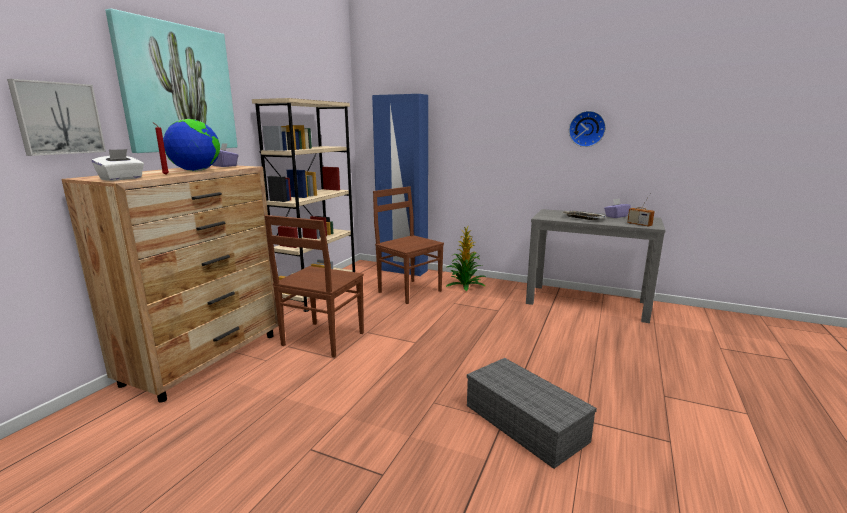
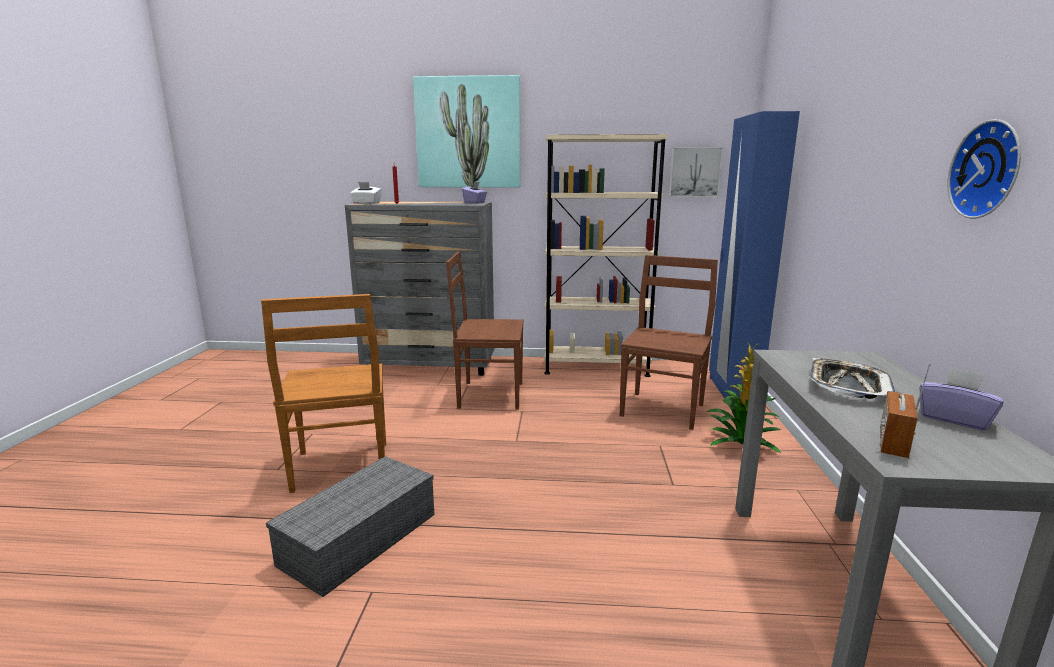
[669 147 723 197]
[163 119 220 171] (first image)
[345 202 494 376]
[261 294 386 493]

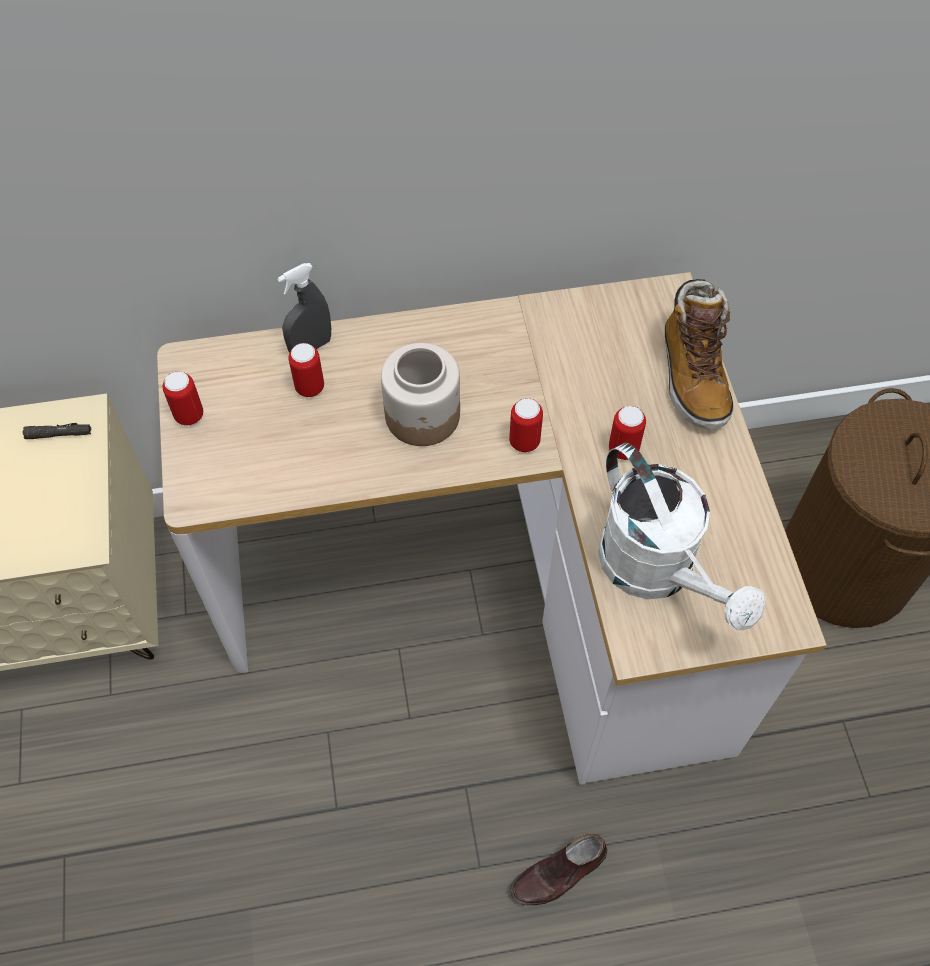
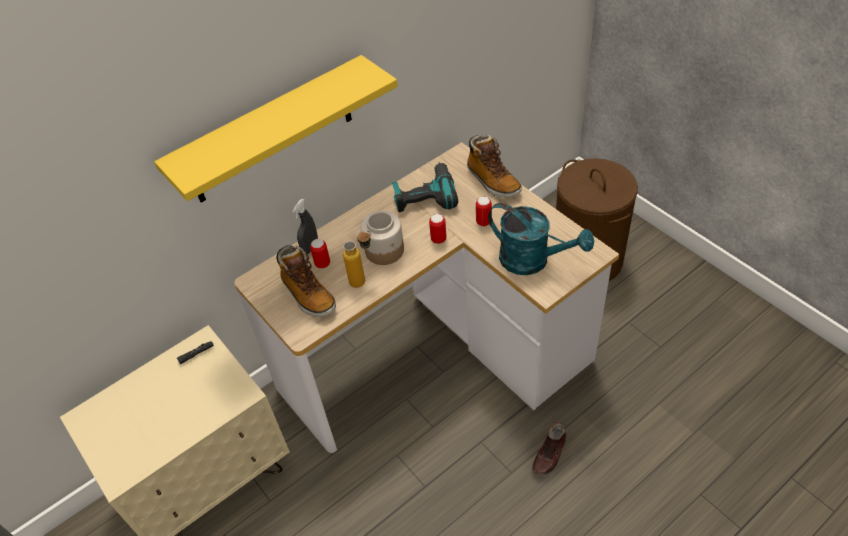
[163 371 203 426] (first image)
[488 203 594 275]
[154 55 398 203]
[392 162 458 212]
[343 231 371 288]
[276 245 336 317]

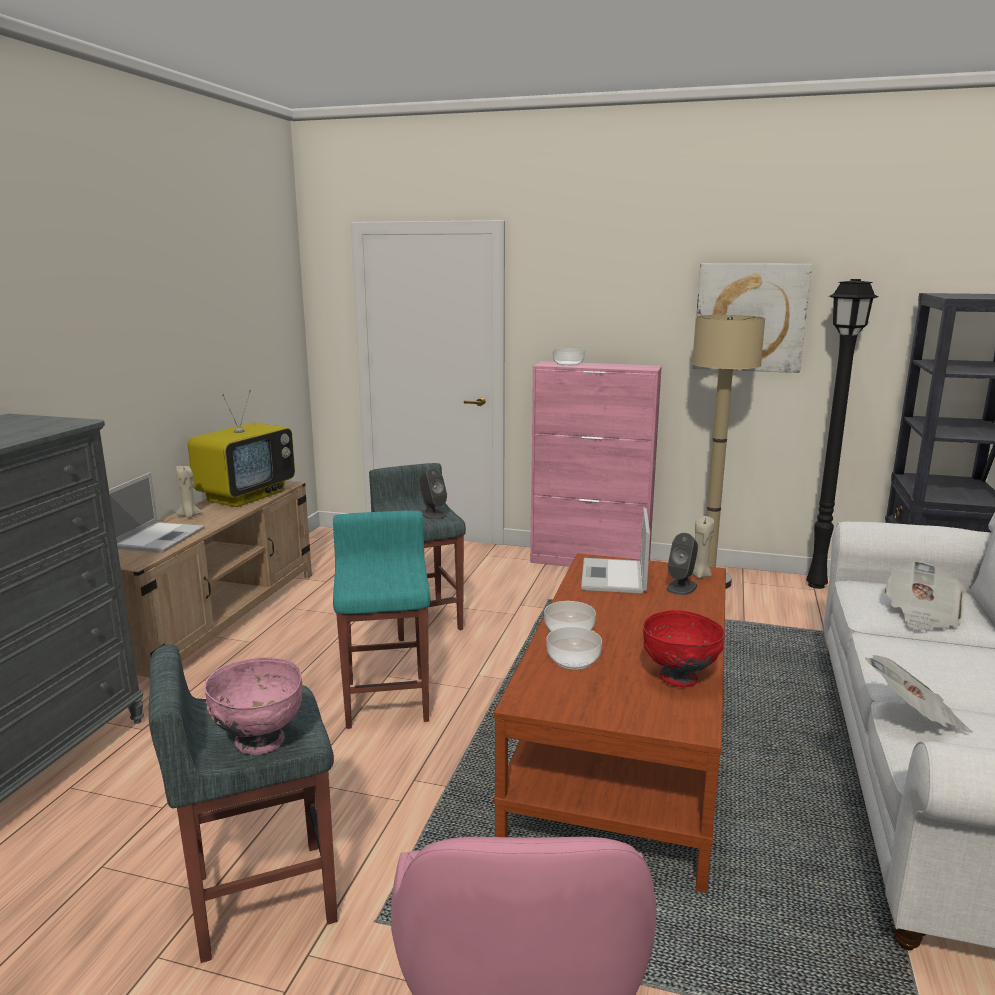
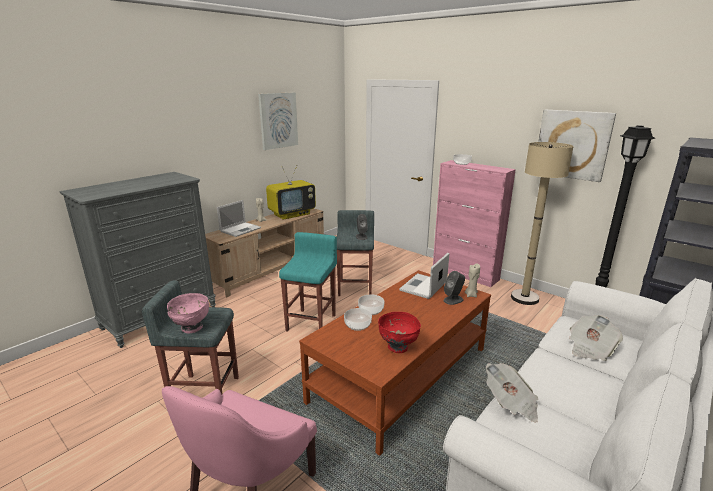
[258 92 298 150]

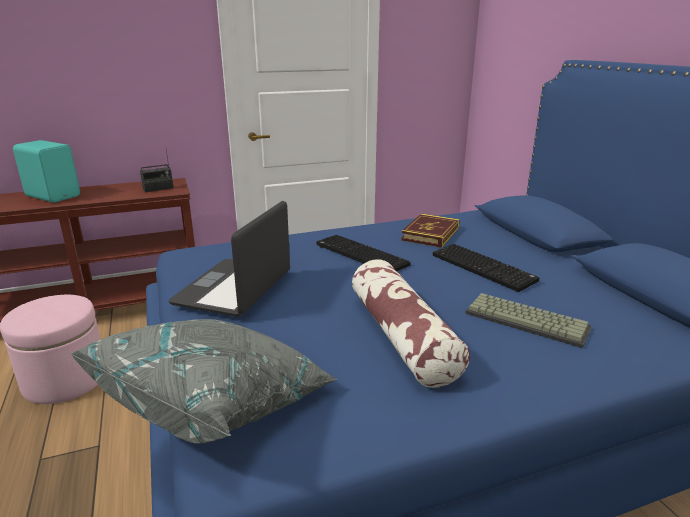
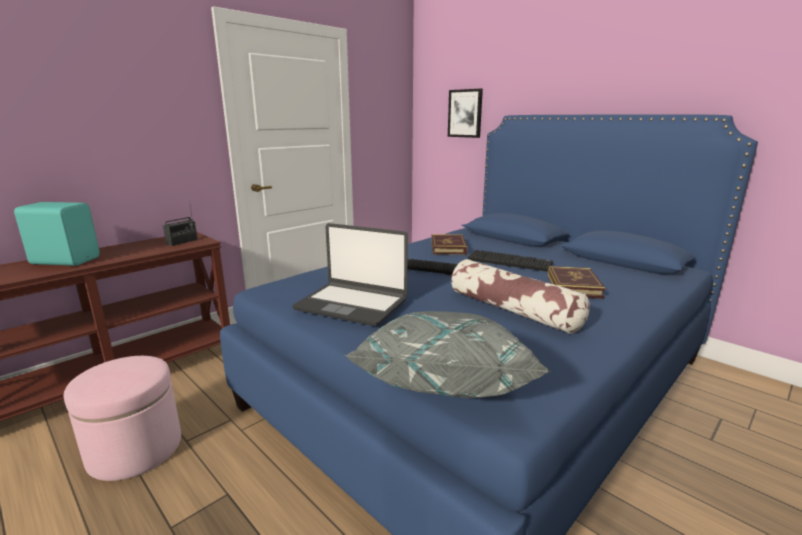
[292 223 408 326]
[548 266 606 299]
[448 89 483 138]

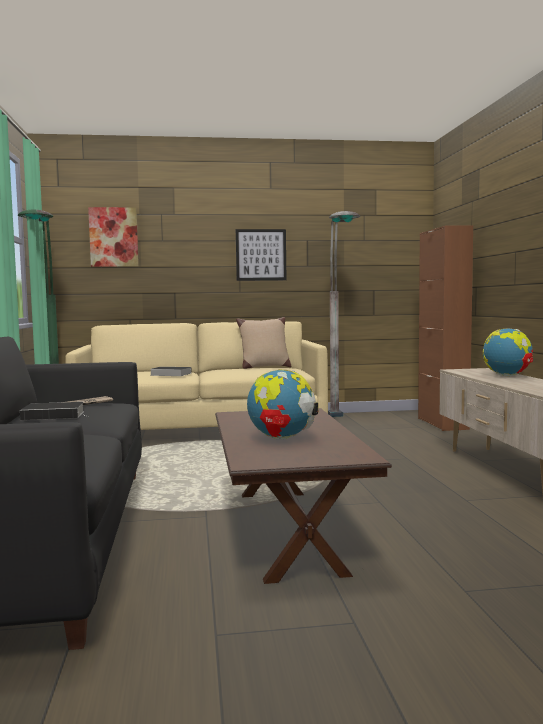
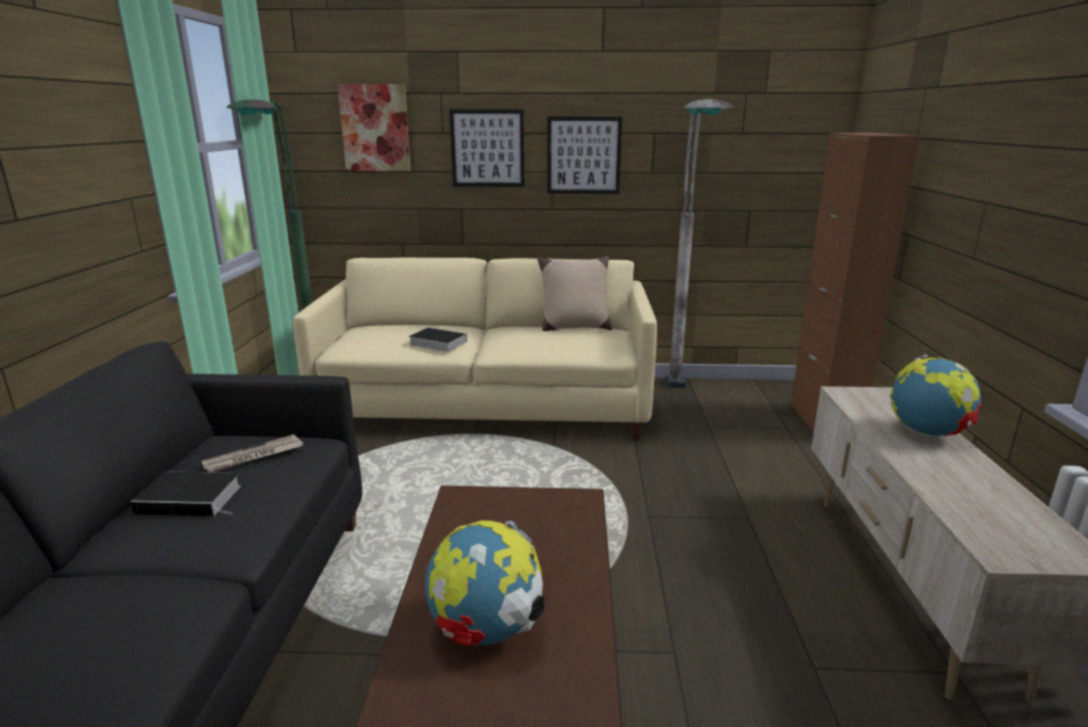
[449 110 525 187]

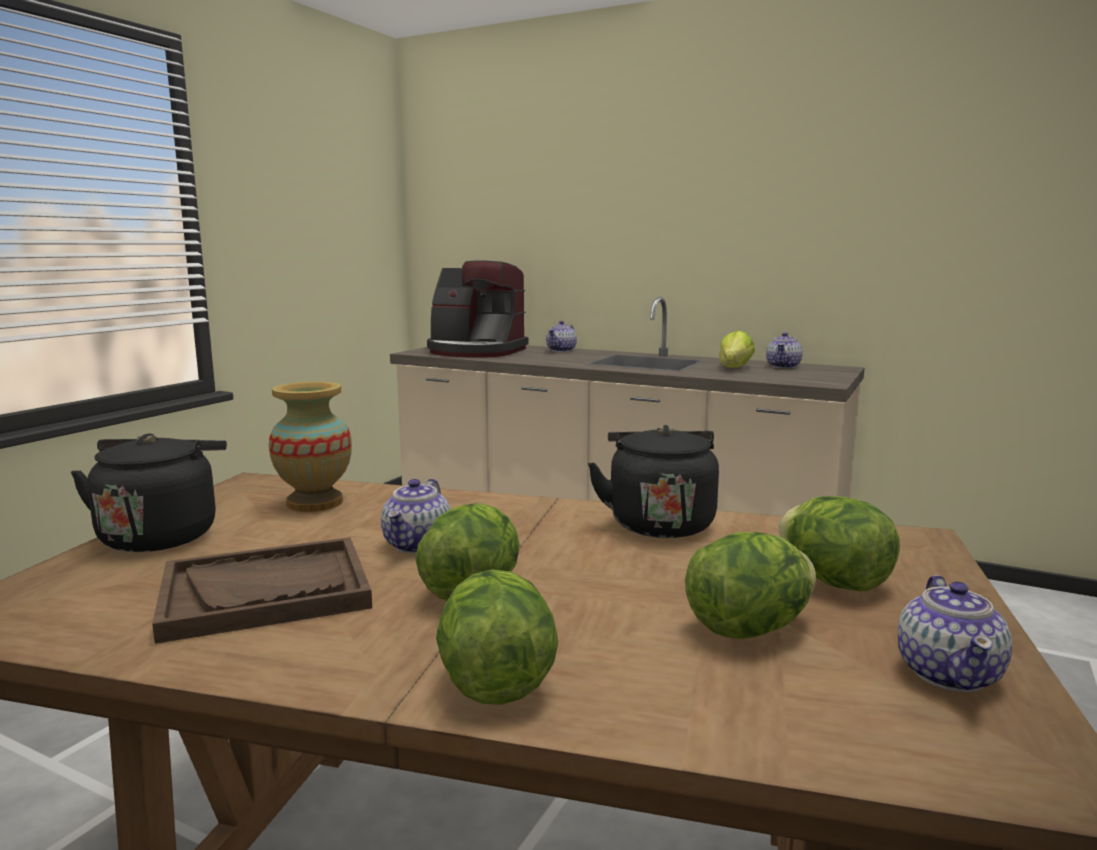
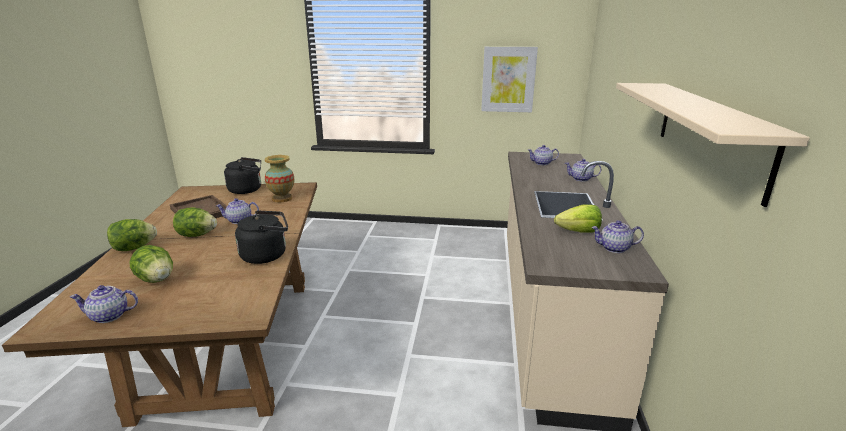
[528 145 559 165]
[779 496 900 591] (first image)
[481 46 538 112]
[616 83 810 207]

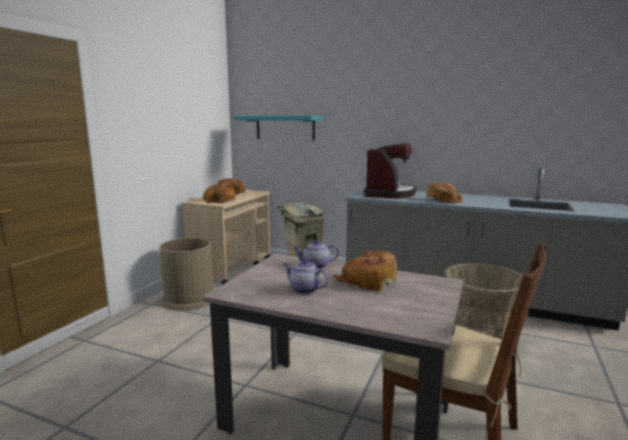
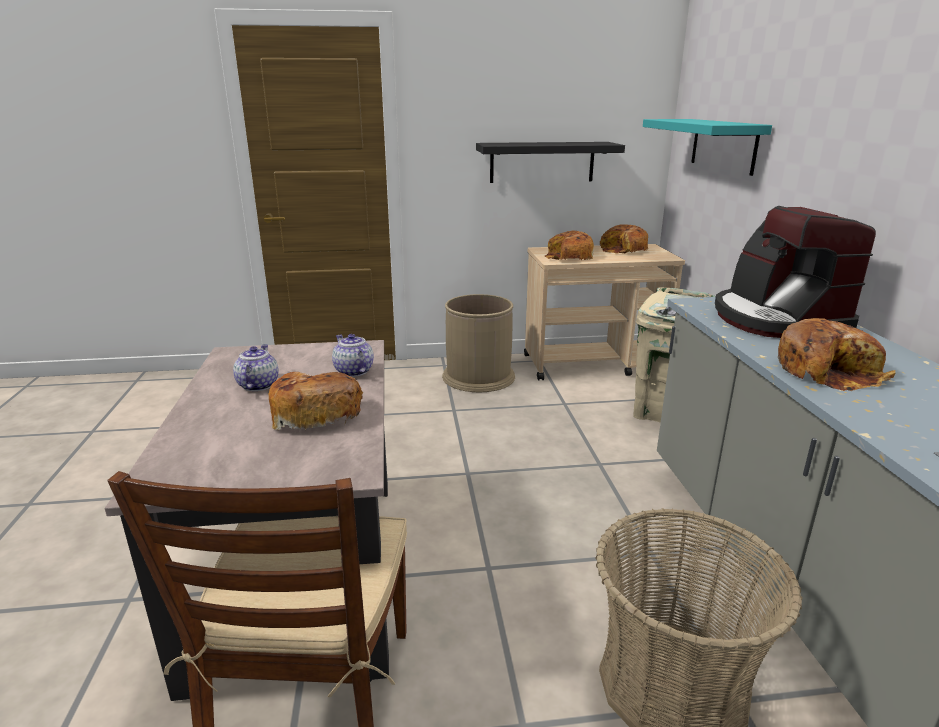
[715 206 876 338]
[476 142 625 183]

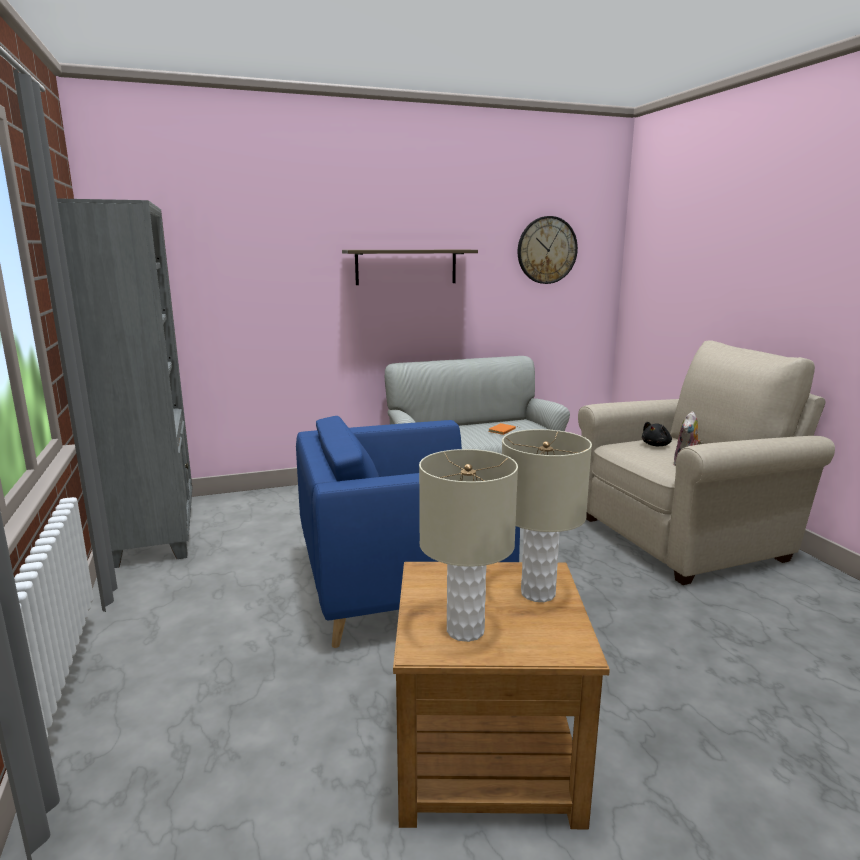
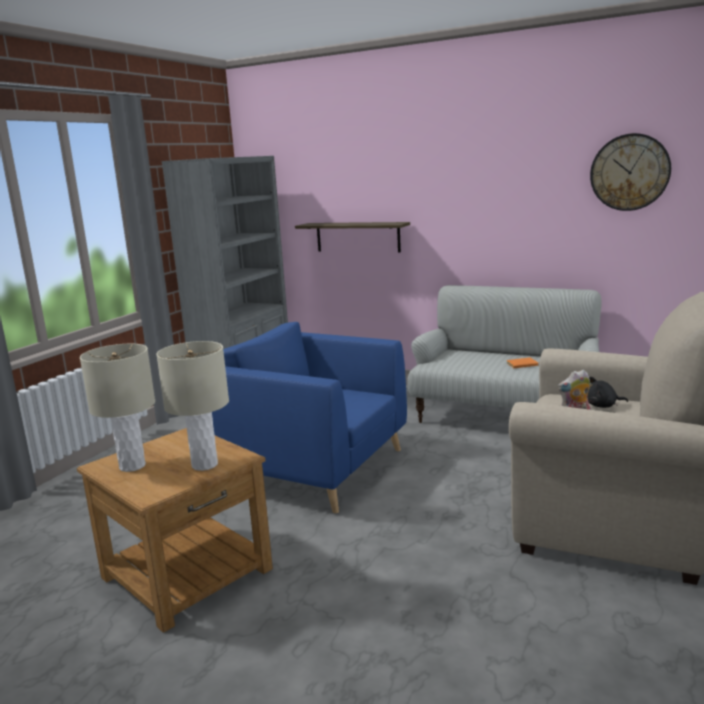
[295 222 410 252]

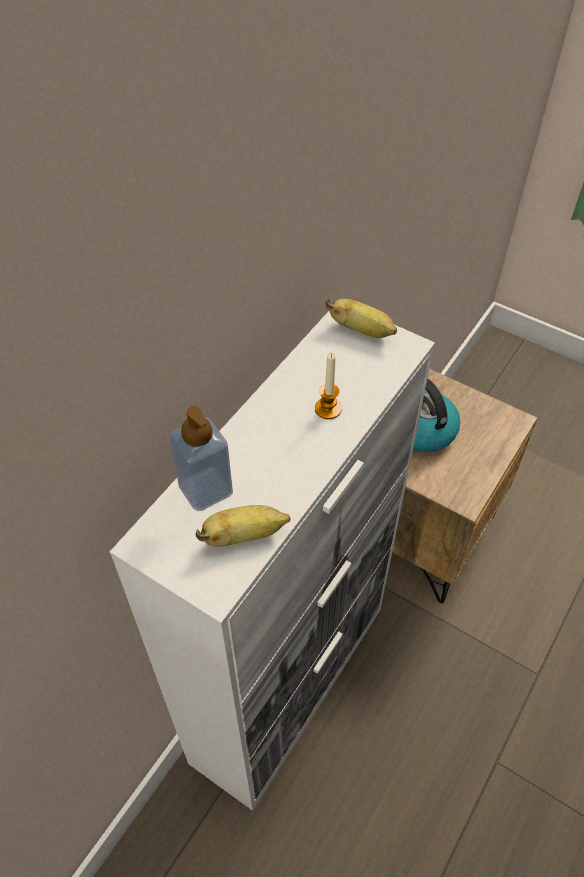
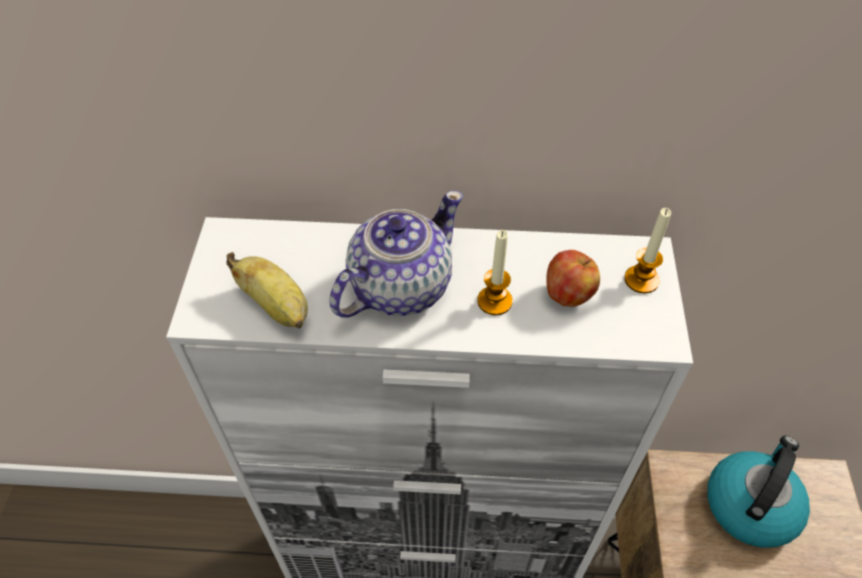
[624 208 671 294]
[169 406 233 511] (first image)
[330 191 463 318]
[546 250 600 307]

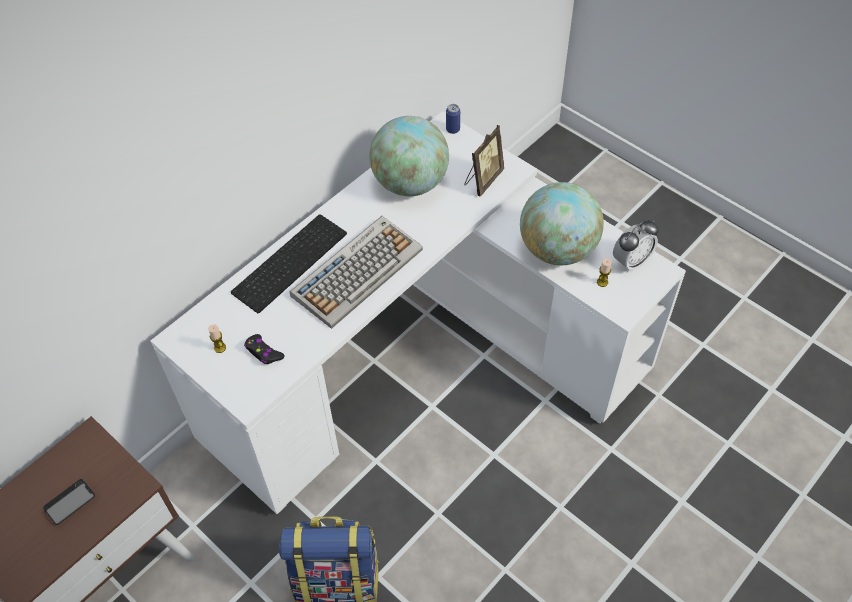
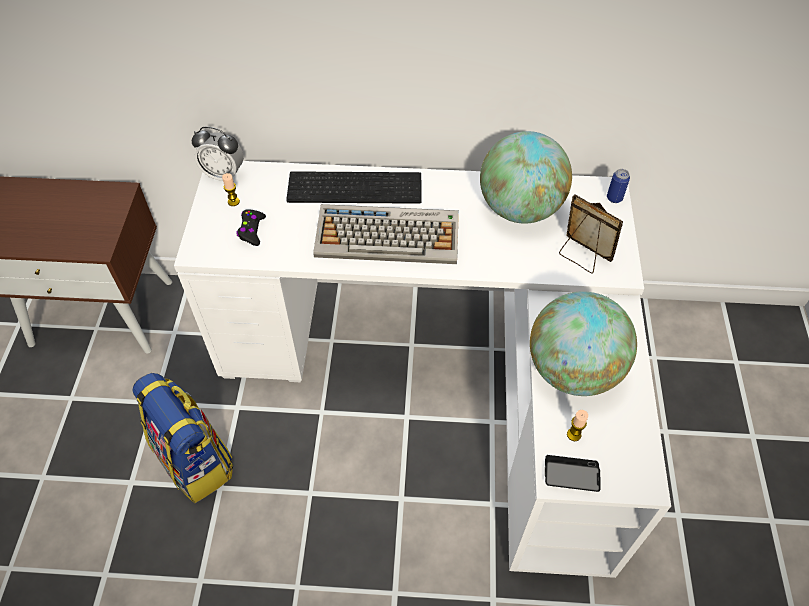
[559 194 623 273]
[192 127 244 182]
[545 455 601 492]

